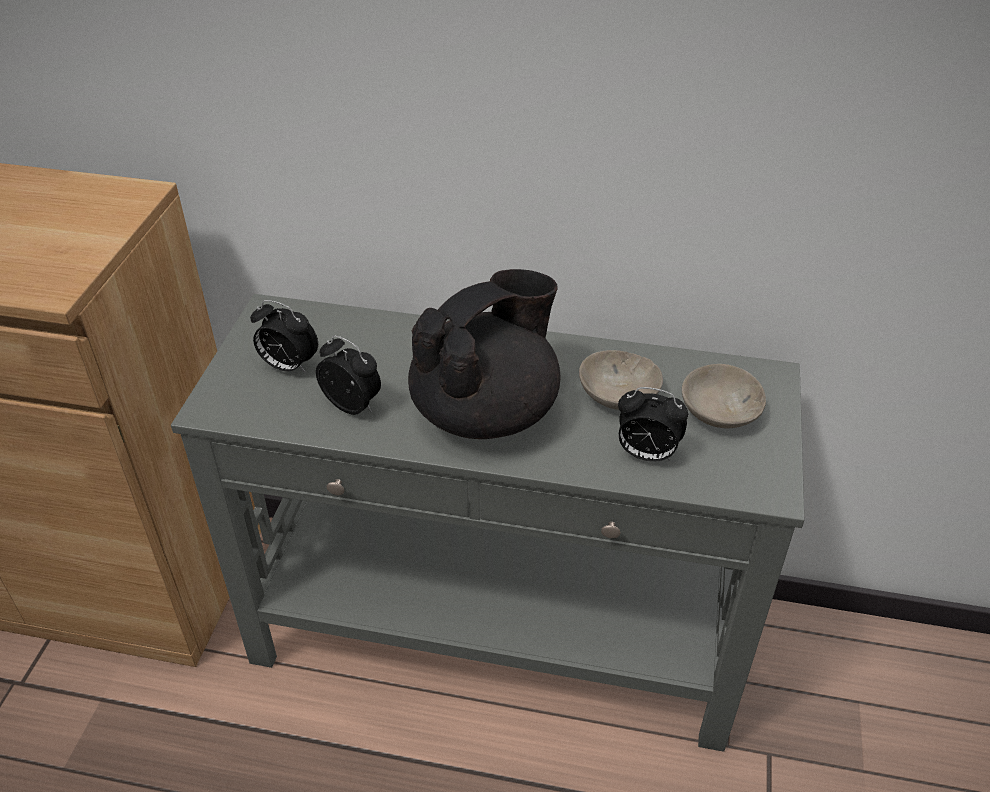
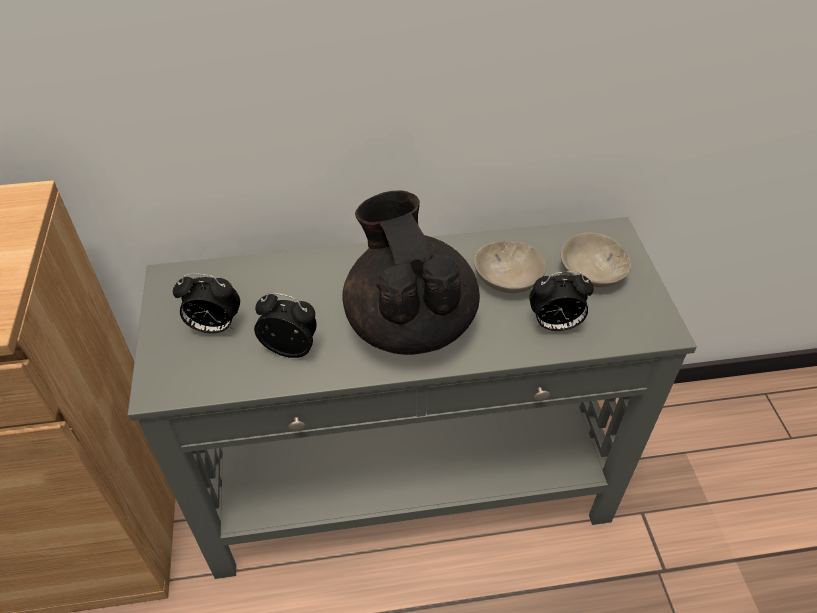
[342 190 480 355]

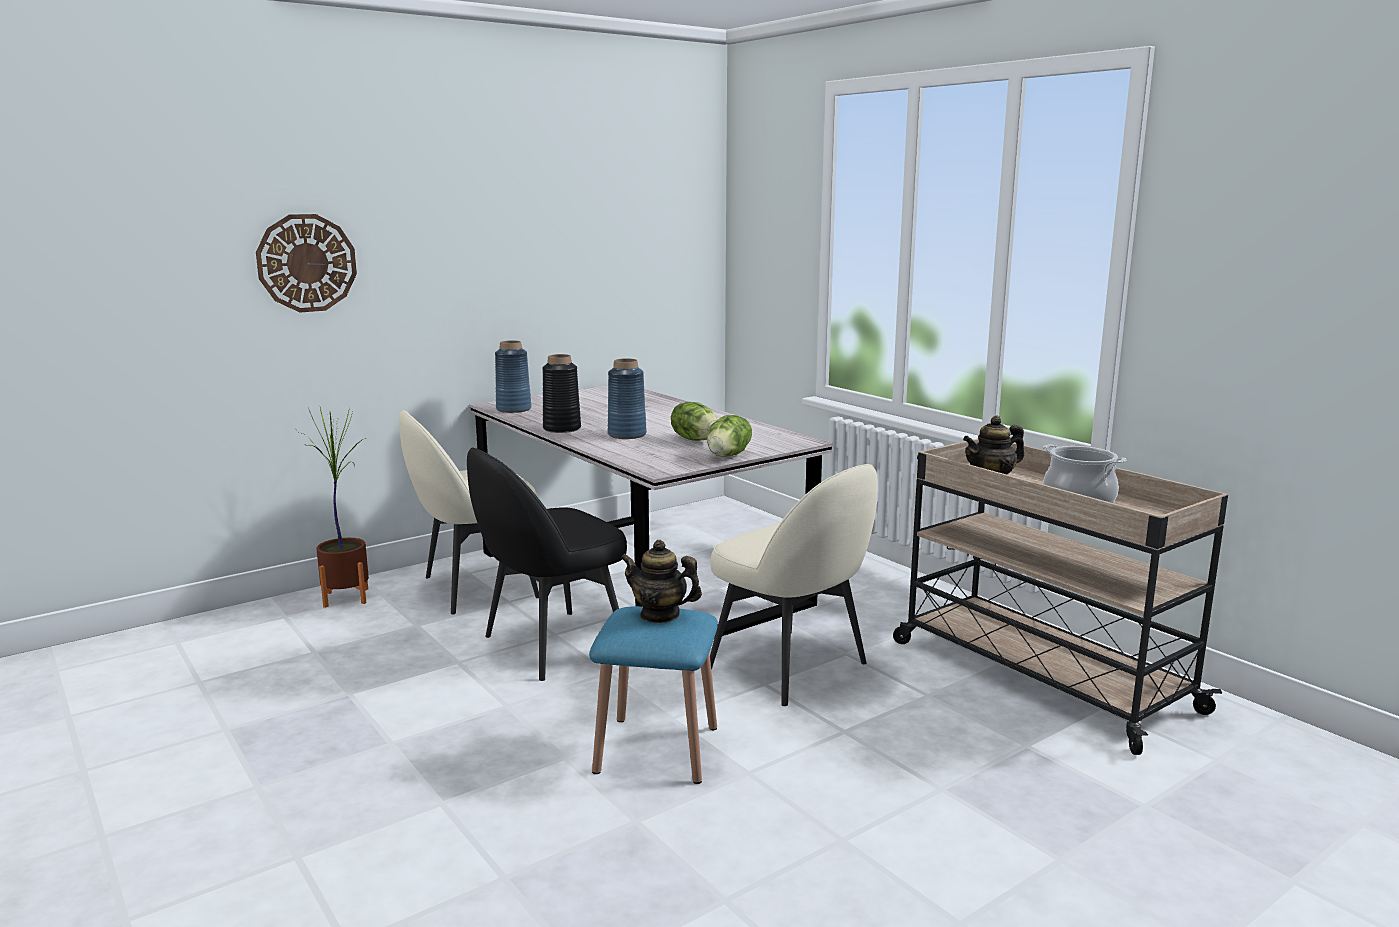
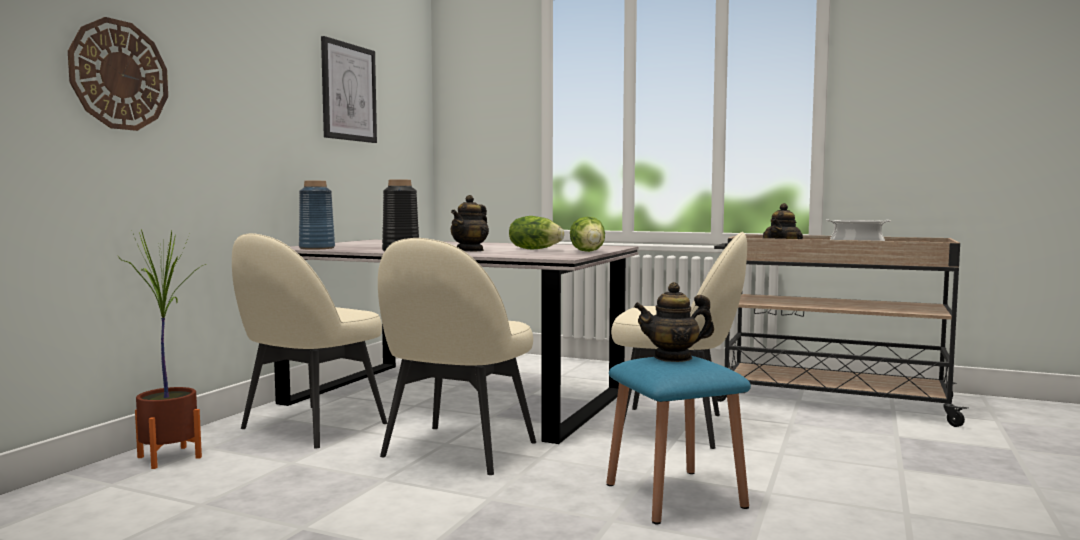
[451 195 489 252]
[378 238 536 475]
[321 36 377 143]

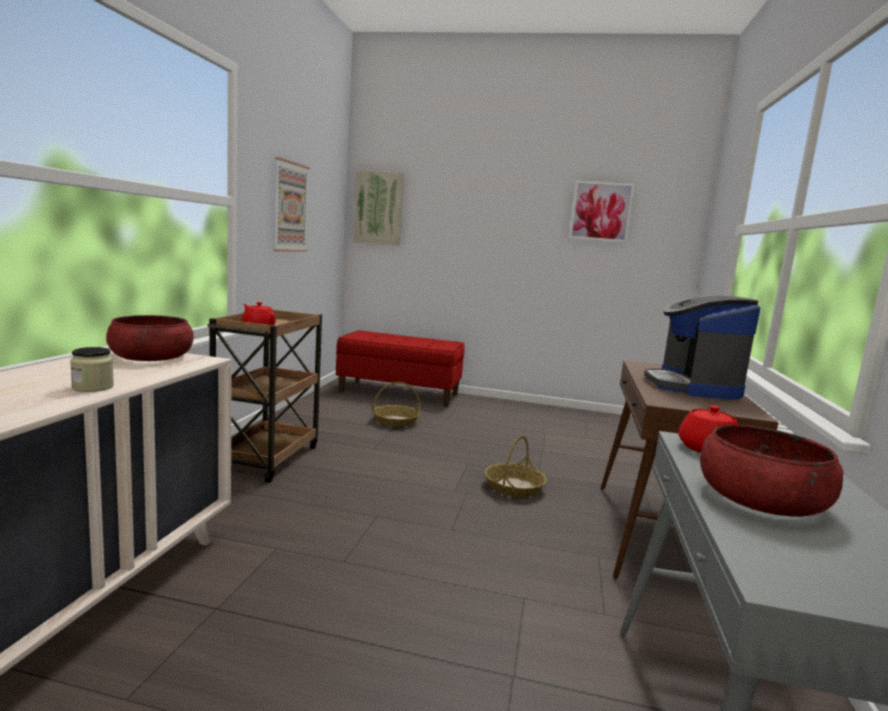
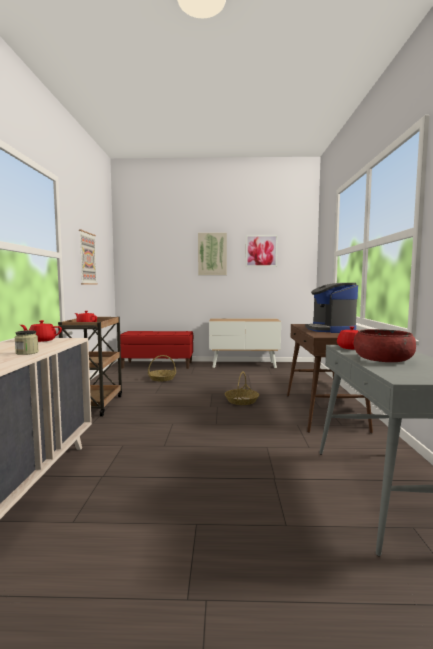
[198 233 227 275]
[20 320 62 342]
[209 318 281 368]

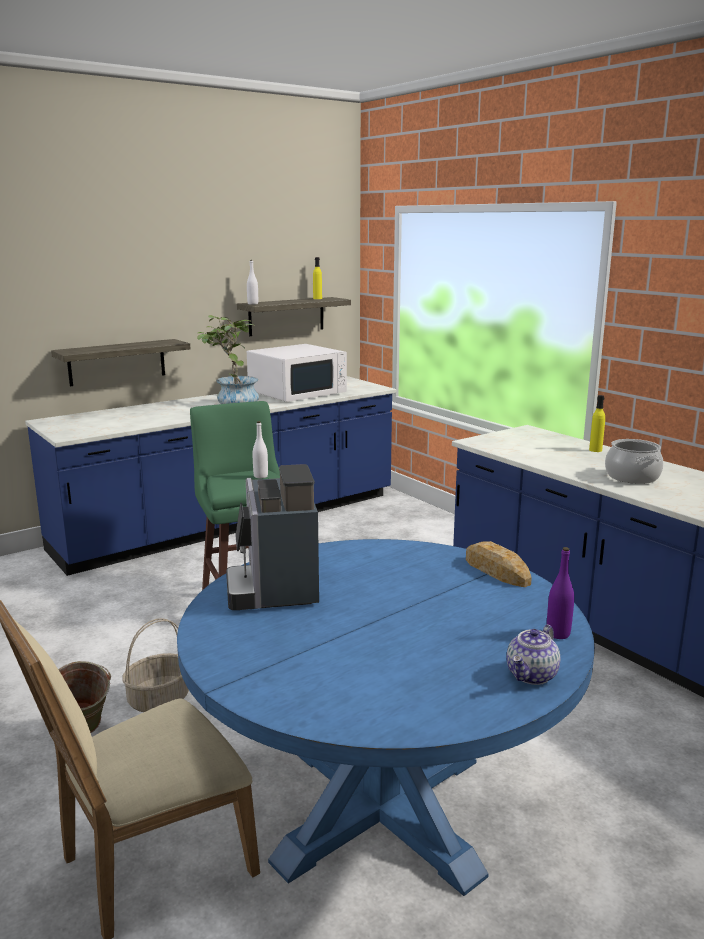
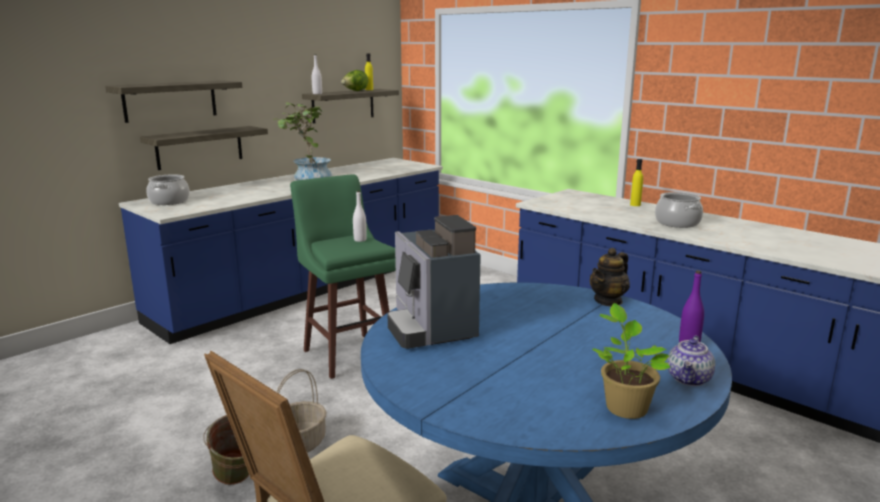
[247 344 347 402] (first image)
[590 248 630 306]
[341 70 368 91]
[105 81 242 123]
[146 174 190 205]
[592 303 671 419]

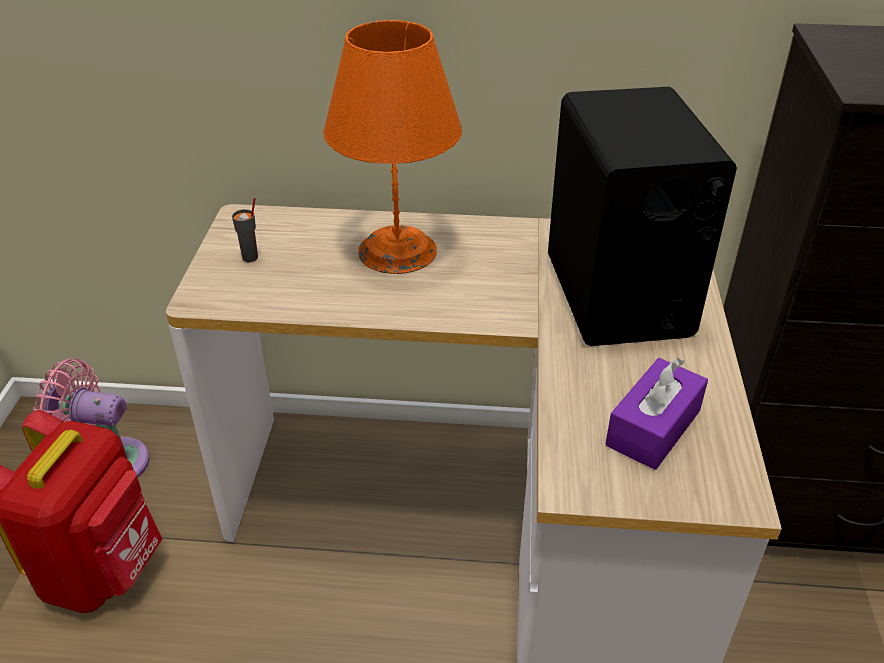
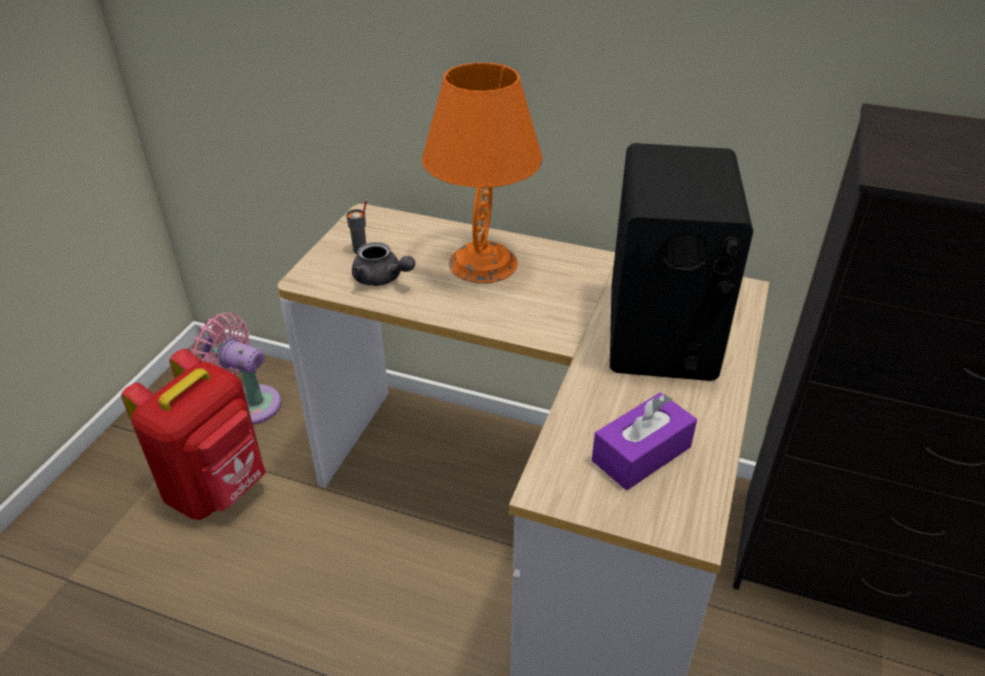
[352 242 415 286]

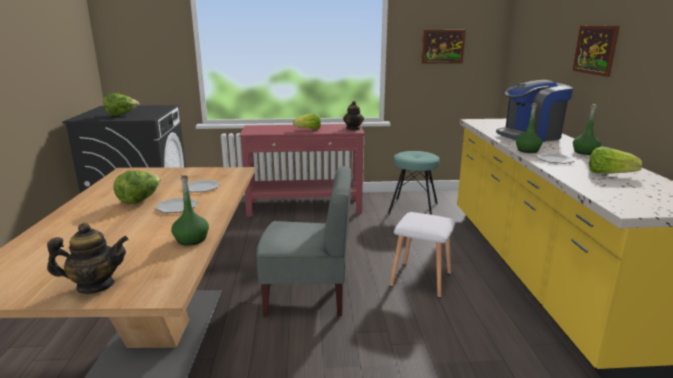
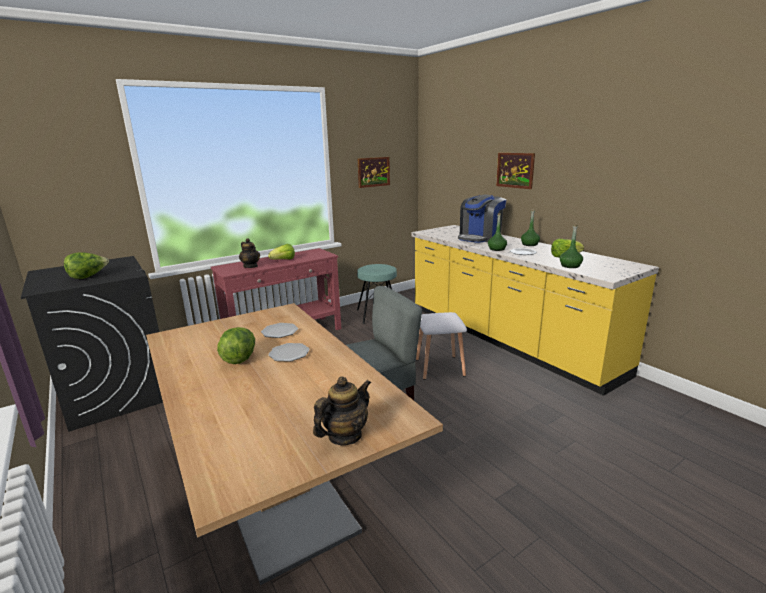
[239 238 260 268]
[560 225 583 268]

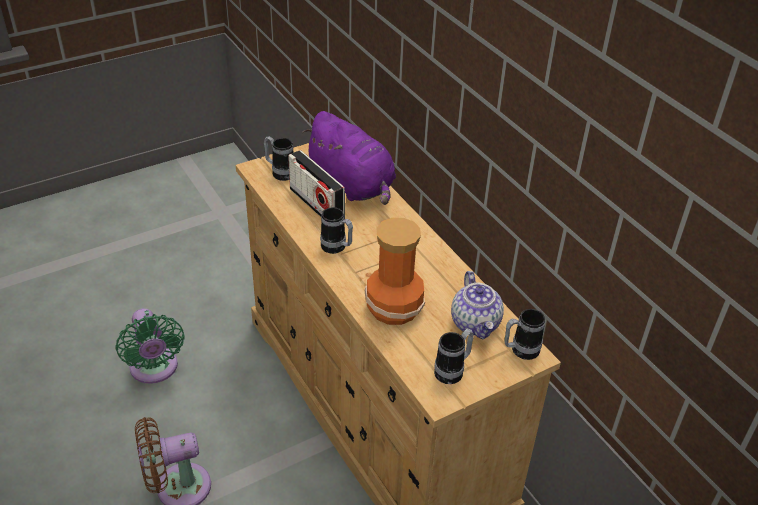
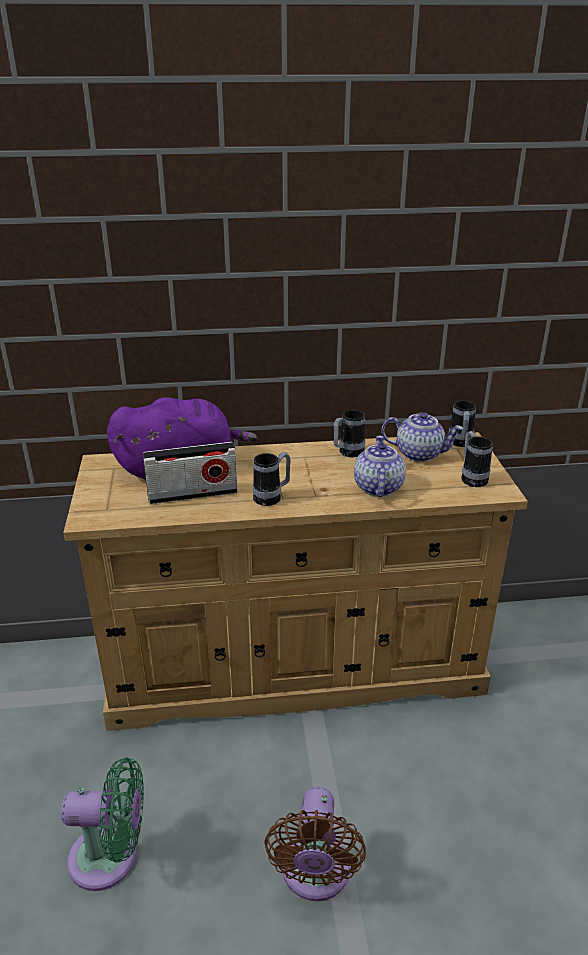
[334 410 365 457]
[354 436 406 497]

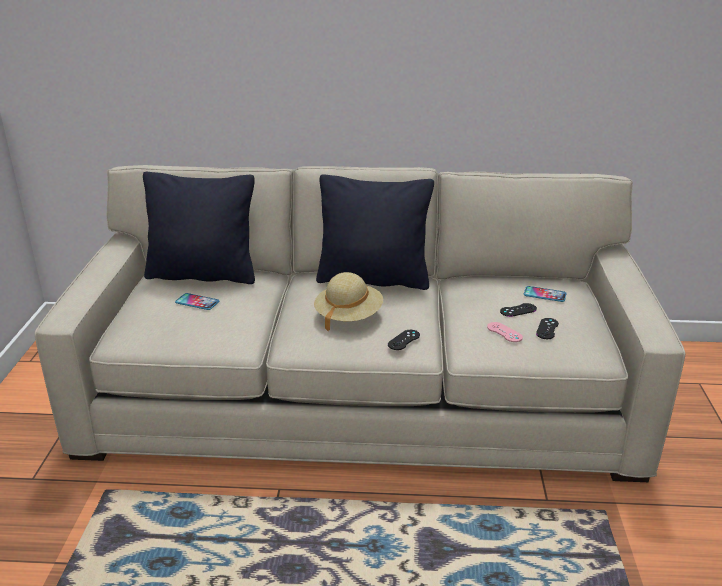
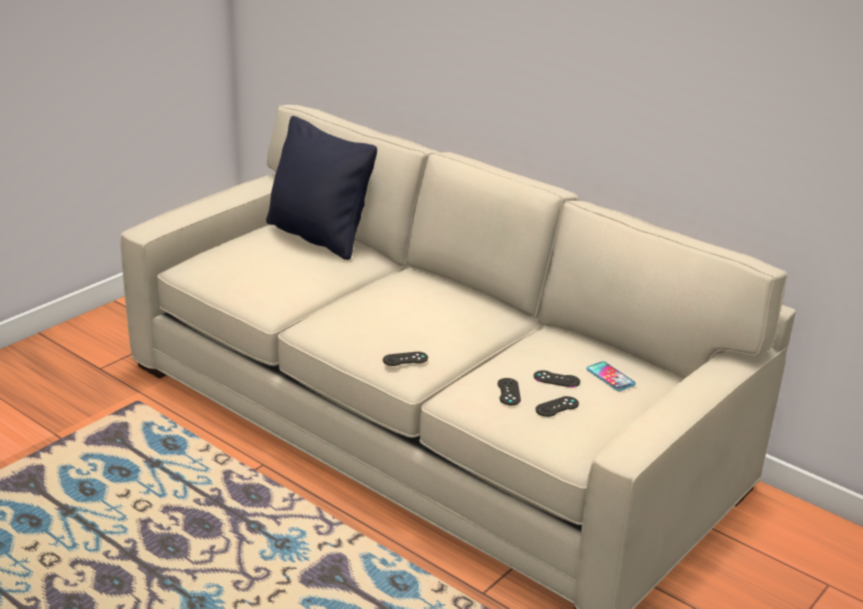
[316 174 434 290] (first image)
[314 272 383 332] (first image)
[175 293 219 310] (first image)
[498 378 521 405]

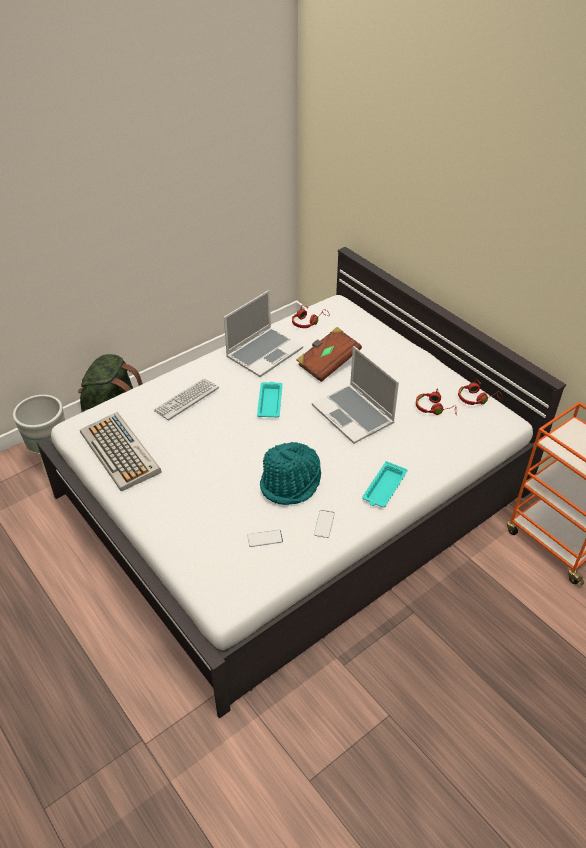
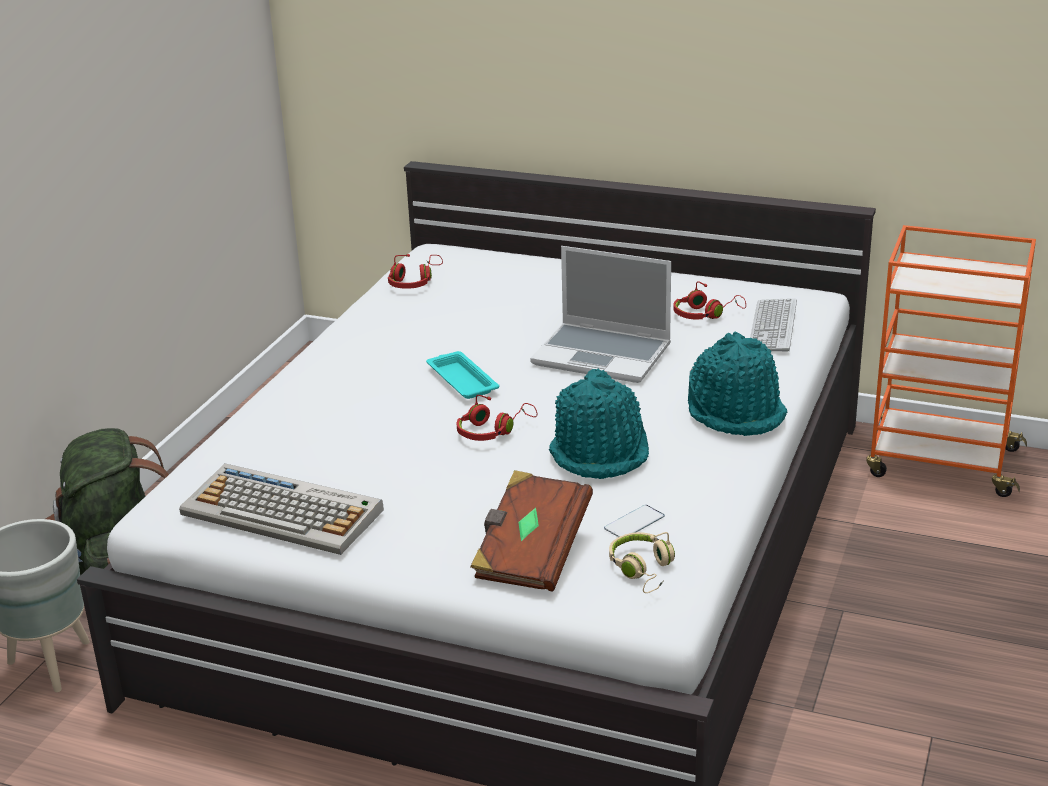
[224 290 303 377] (first image)
[470 470 593 592]
[750 298 797 351]
[456 395 537 441]
[688 331 787 436]
[314 510 335 538] (first image)
[609 532 675 593]

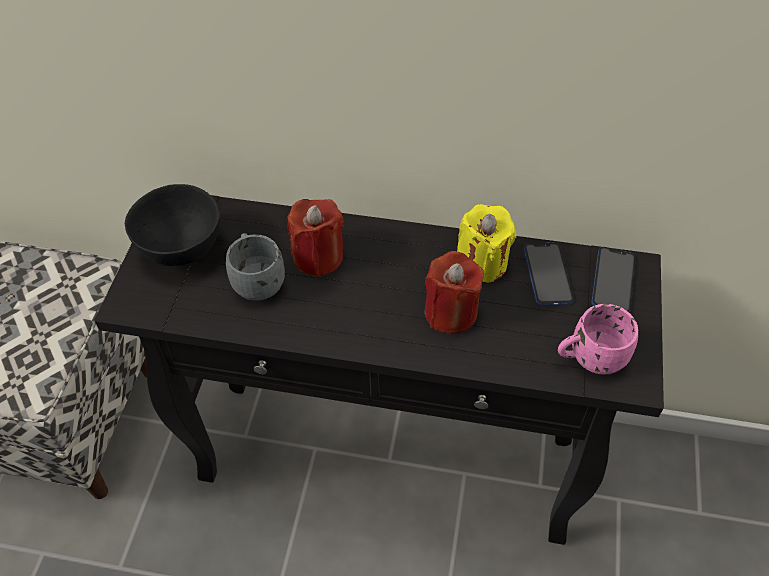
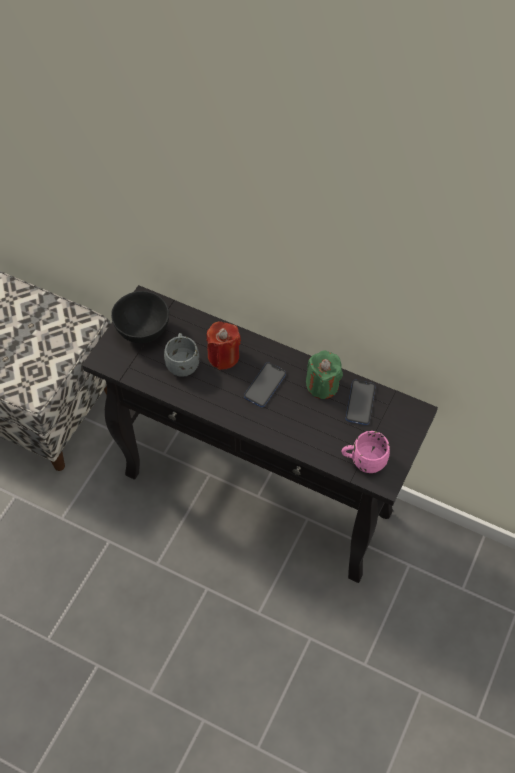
[306 350 343 399]
[244 362 286 407]
[425 251 484 334] (first image)

